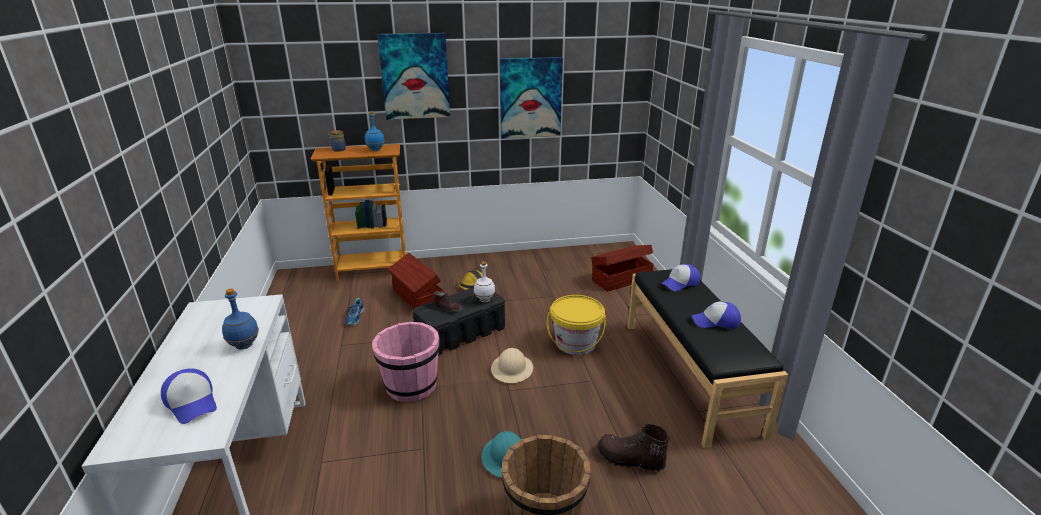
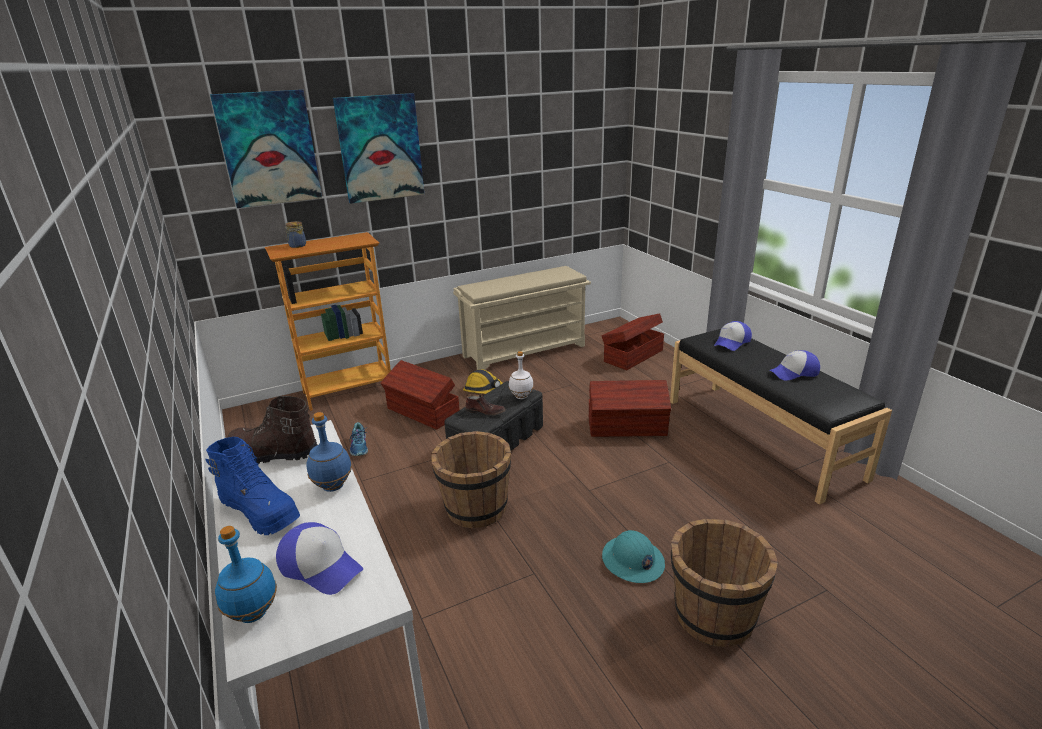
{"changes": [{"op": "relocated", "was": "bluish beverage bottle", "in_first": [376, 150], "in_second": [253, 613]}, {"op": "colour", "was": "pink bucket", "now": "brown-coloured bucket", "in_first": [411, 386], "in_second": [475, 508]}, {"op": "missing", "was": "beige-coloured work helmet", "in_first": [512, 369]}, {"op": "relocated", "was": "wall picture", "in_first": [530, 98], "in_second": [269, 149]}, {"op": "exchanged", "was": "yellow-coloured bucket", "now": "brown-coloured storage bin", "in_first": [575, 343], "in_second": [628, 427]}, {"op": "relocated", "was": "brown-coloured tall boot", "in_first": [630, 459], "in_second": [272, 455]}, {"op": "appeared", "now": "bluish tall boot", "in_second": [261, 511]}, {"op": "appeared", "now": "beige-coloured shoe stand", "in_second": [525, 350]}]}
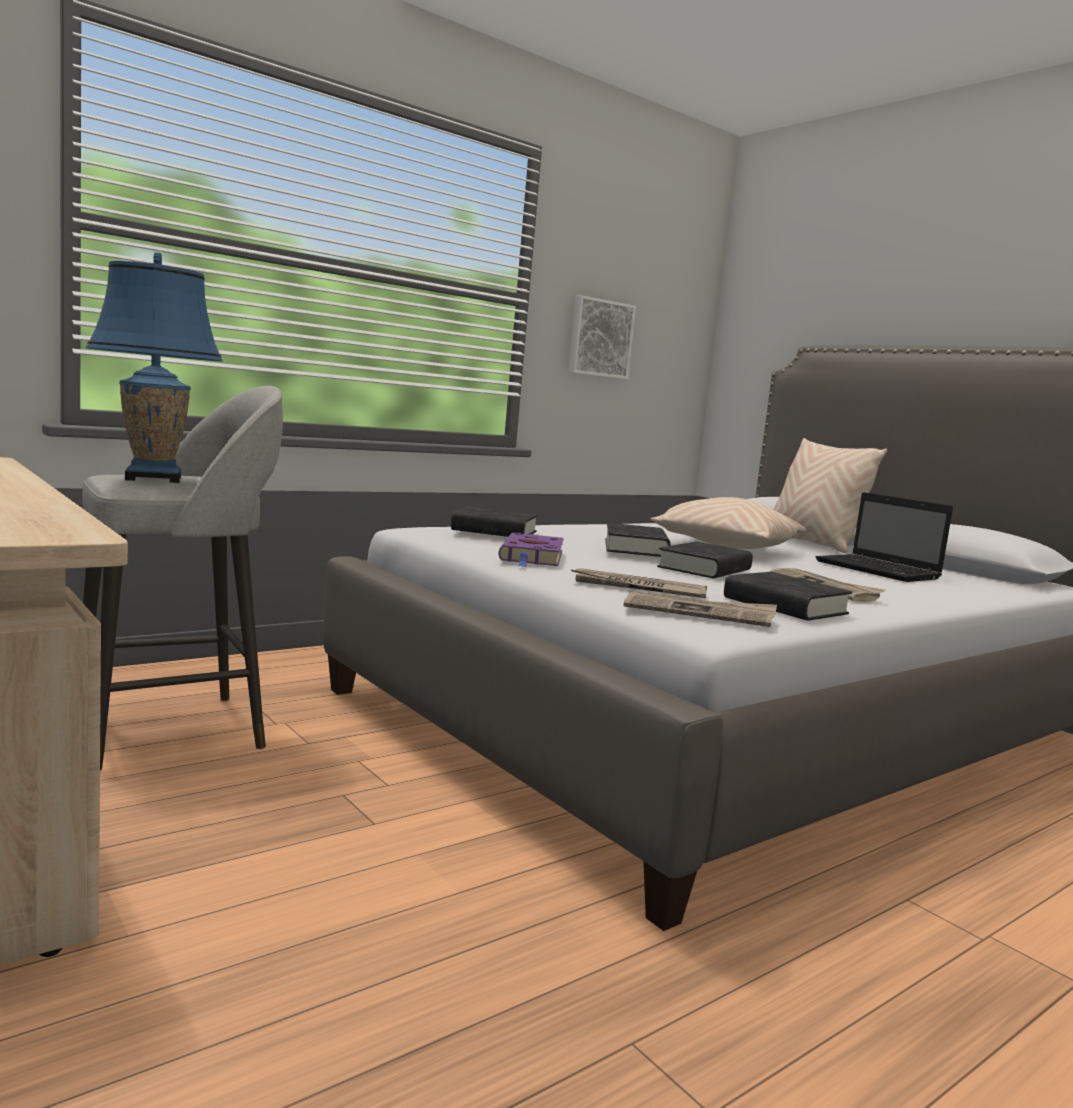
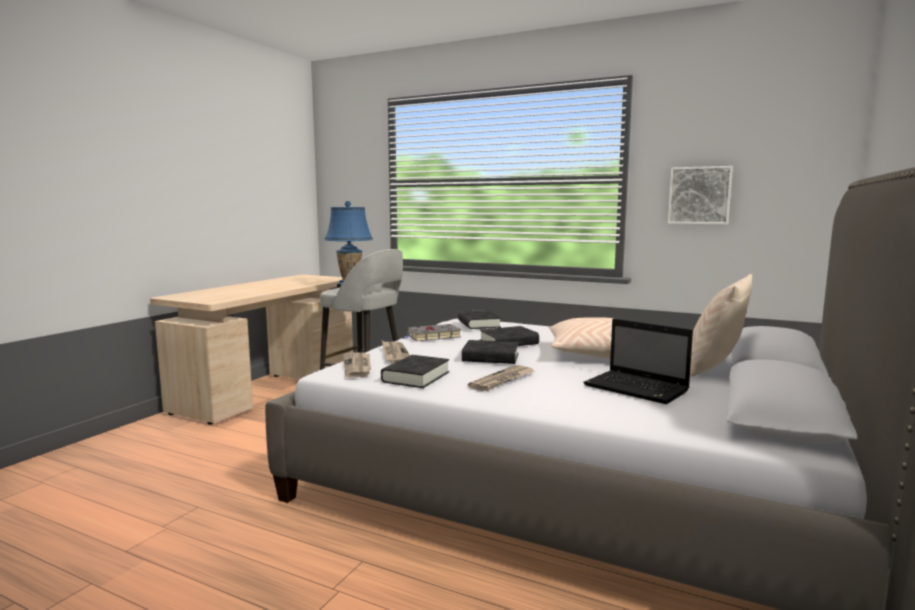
{"changes": [{"op": "colour", "was": "purple-coloured bound book", "now": "greyish bound book", "in_first": [532, 557], "in_second": [432, 336]}, {"op": "spun", "was": "laptop", "in_first": [879, 570], "in_second": [638, 389], "clockwise": -75}]}
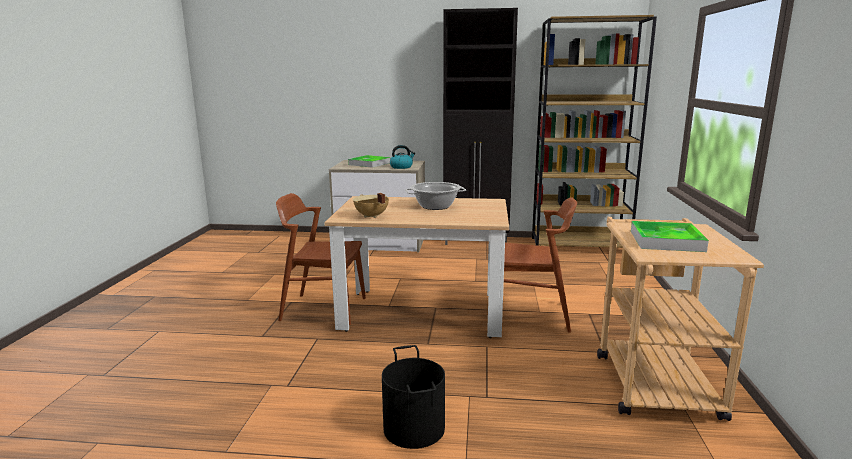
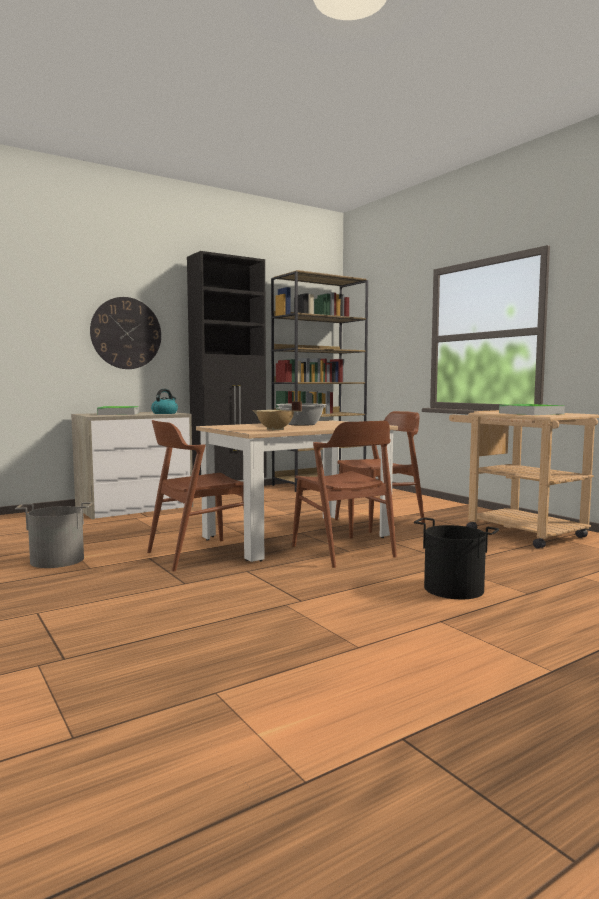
{"changes": [{"op": "appeared", "now": "greyish bucket", "in_second": [57, 560]}, {"op": "appeared", "now": "wall clock", "in_second": [126, 333]}, {"op": "appeared", "now": "brown-coloured plain chair", "in_second": [343, 551]}]}
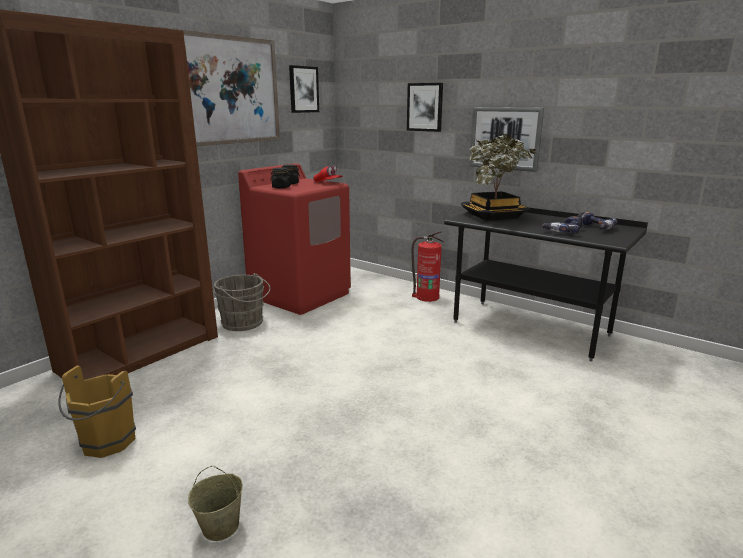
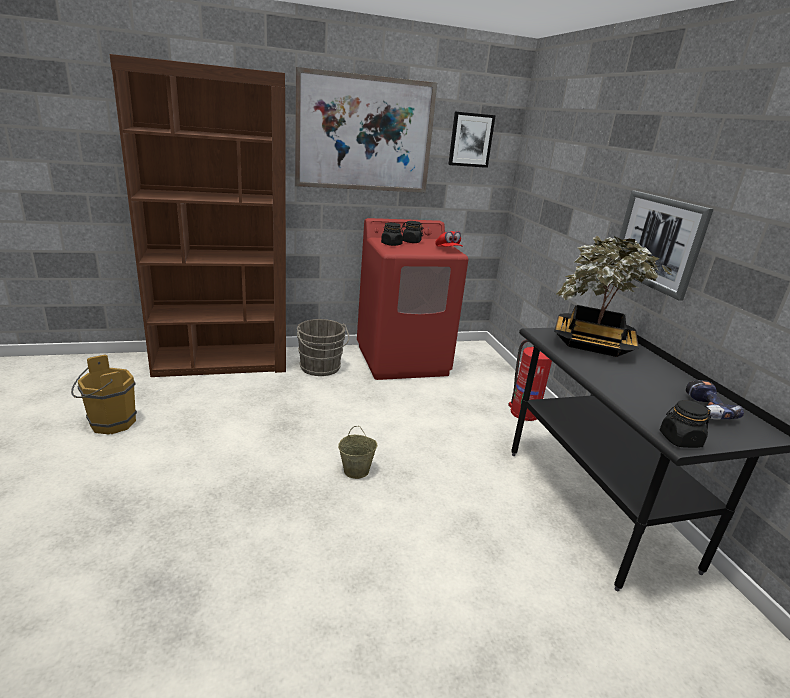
{"changes": [{"op": "relocated", "was": "beige-coloured bucket", "in_first": [221, 526], "in_second": [356, 470]}, {"op": "missing", "was": "wall picture", "in_first": [425, 107]}, {"op": "missing", "was": "power drill", "in_first": [563, 231]}, {"op": "appeared", "now": "black-coloured storage jar", "in_second": [679, 440]}]}
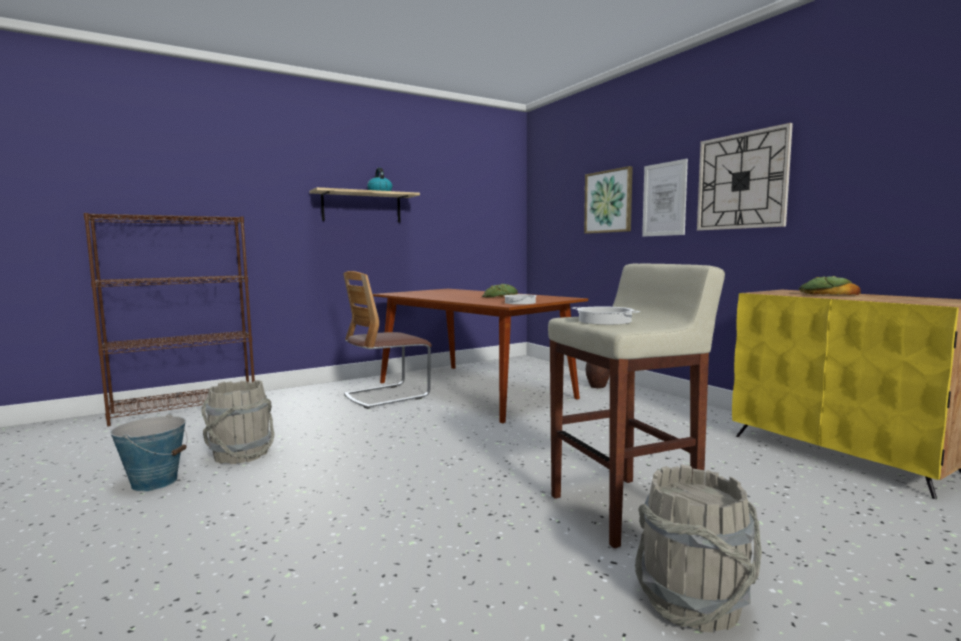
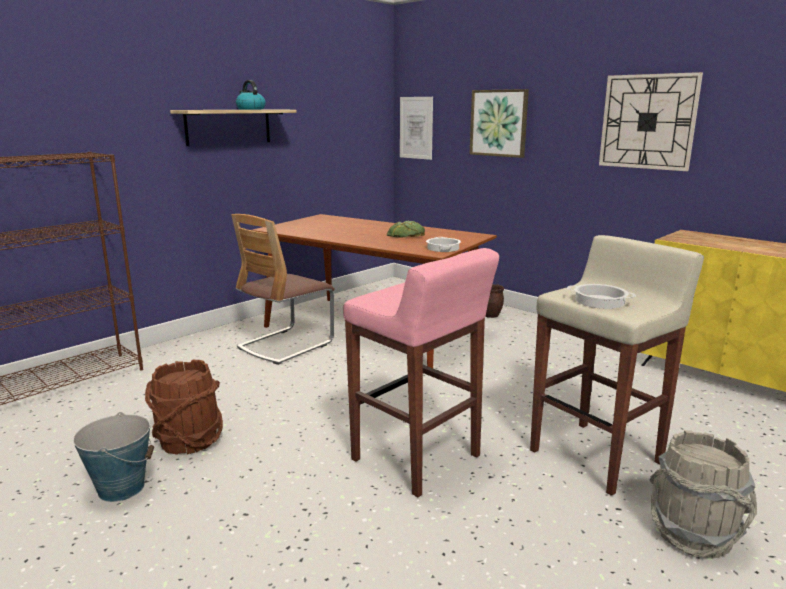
{"changes": [{"op": "colour", "was": "greyish bucket", "now": "brown-coloured bucket", "in_first": [241, 455], "in_second": [188, 440]}, {"op": "relocated", "was": "wall picture", "in_first": [664, 199], "in_second": [416, 128]}, {"op": "missing", "was": "bakery bread", "in_first": [827, 294]}, {"op": "appeared", "now": "pink stool seat", "in_second": [417, 459]}]}
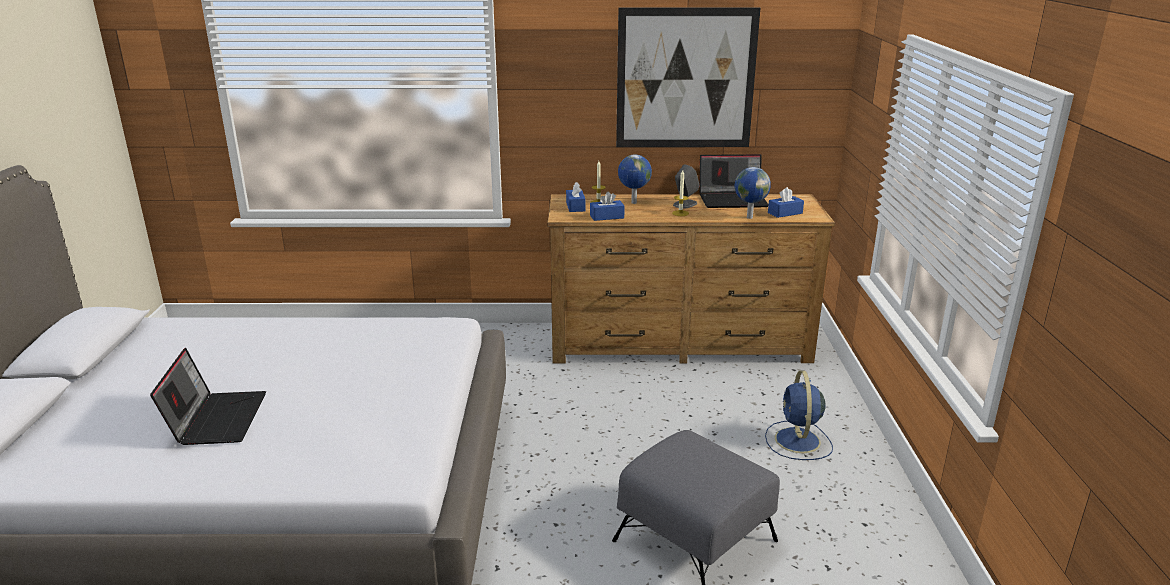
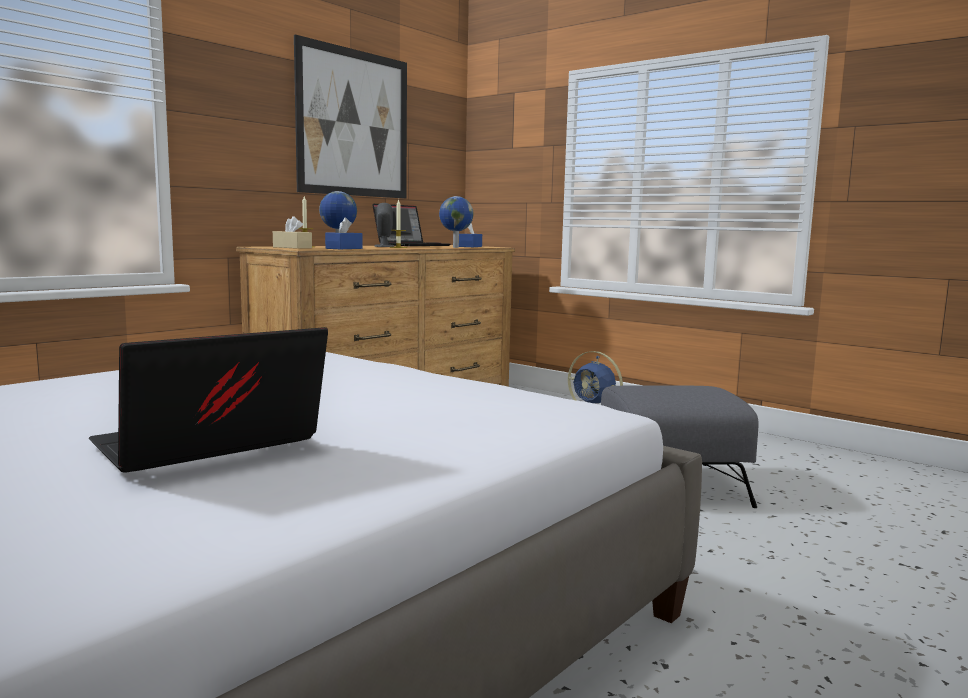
{"changes": [{"op": "spun", "was": "laptop", "in_first": [217, 418], "in_second": [207, 447], "clockwise": -75}, {"op": "colour", "was": "bluish tissue holder", "now": "beige-coloured tissue holder", "in_first": [575, 207], "in_second": [292, 247]}]}
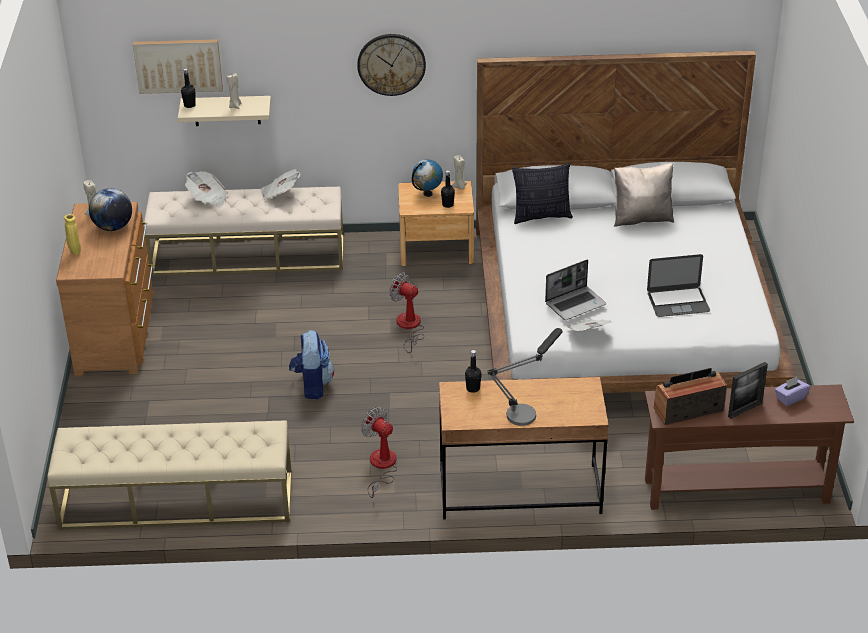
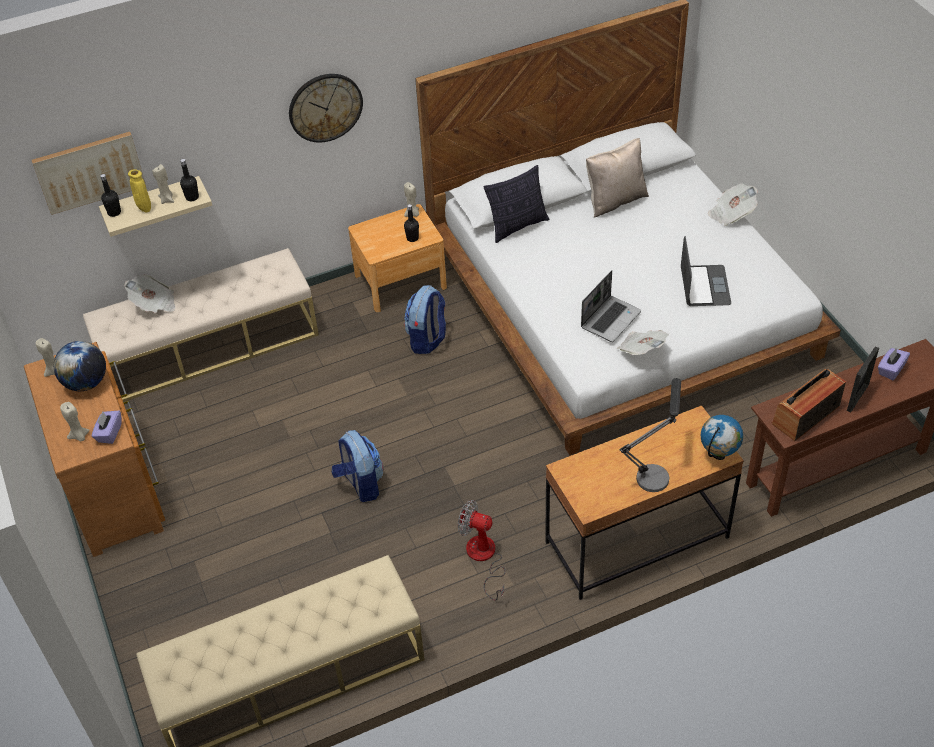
{"changes": [{"op": "relocated", "was": "yellow-coloured vase", "in_first": [75, 253], "in_second": [145, 210]}, {"op": "relocated", "was": "printed paper", "in_first": [280, 194], "in_second": [731, 214]}, {"op": "missing", "was": "fan", "in_first": [409, 327]}, {"op": "relocated", "was": "world globe", "in_first": [427, 194], "in_second": [718, 455]}, {"op": "relocated", "was": "black-coloured beverage bottle", "in_first": [473, 388], "in_second": [192, 197]}, {"op": "spun", "was": "laptop", "in_first": [678, 302], "in_second": [704, 286], "clockwise": -60}, {"op": "appeared", "now": "beige-coloured wax light", "in_second": [79, 436]}, {"op": "appeared", "now": "purple-coloured tissue holder", "in_second": [109, 433]}, {"op": "appeared", "now": "backpack", "in_second": [427, 339]}]}
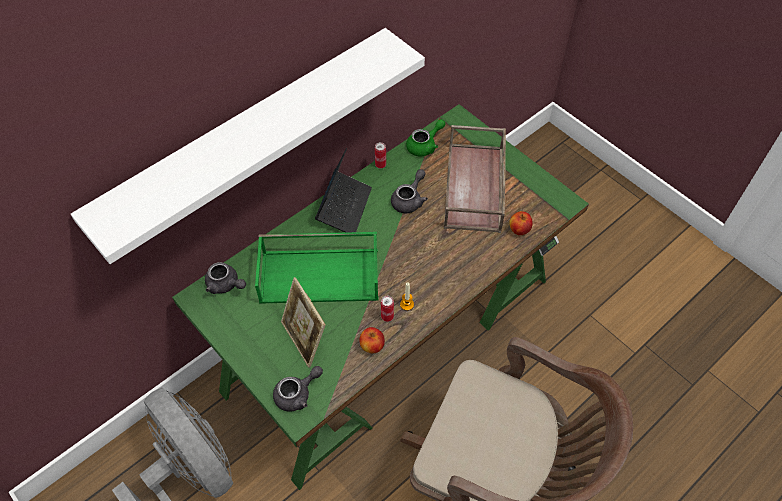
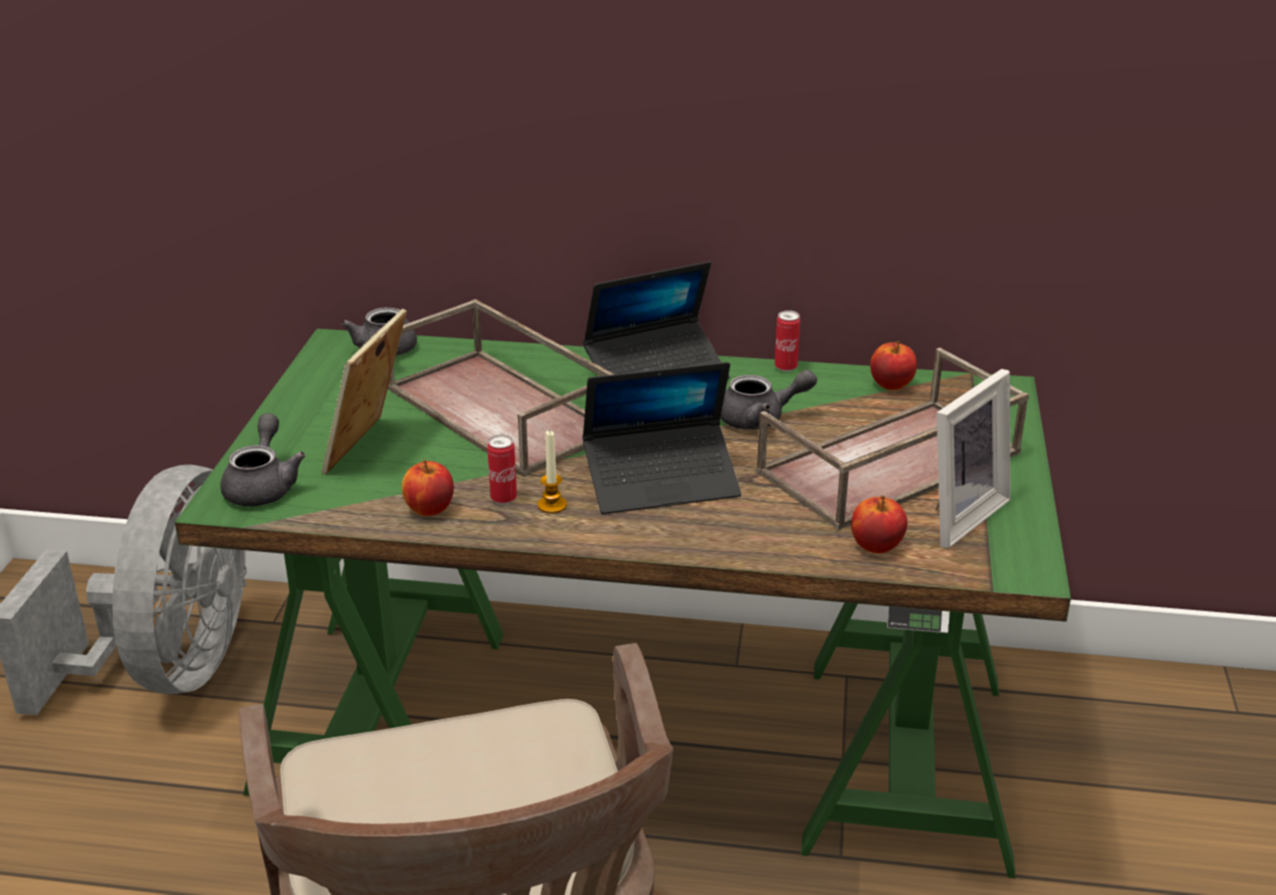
{"changes": [{"op": "missing", "was": "white-coloured shelf", "in_first": [247, 136]}, {"op": "colour", "was": "green-coloured carrying tray", "now": "brown-coloured carrying tray", "in_first": [321, 275], "in_second": [504, 411]}, {"op": "spun", "was": "greyish teapot", "in_first": [297, 394], "in_second": [263, 486], "clockwise": -105}, {"op": "exchanged", "was": "green-coloured teapot", "now": "apple", "in_first": [425, 145], "in_second": [891, 385]}, {"op": "appeared", "now": "laptop", "in_second": [661, 481]}, {"op": "appeared", "now": "picture frame", "in_second": [956, 515]}]}
